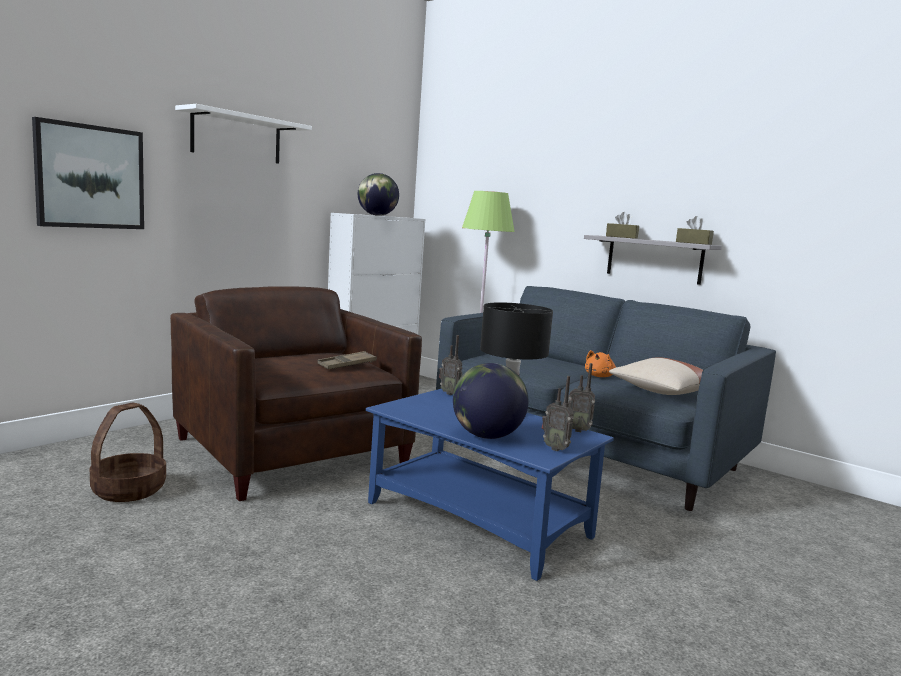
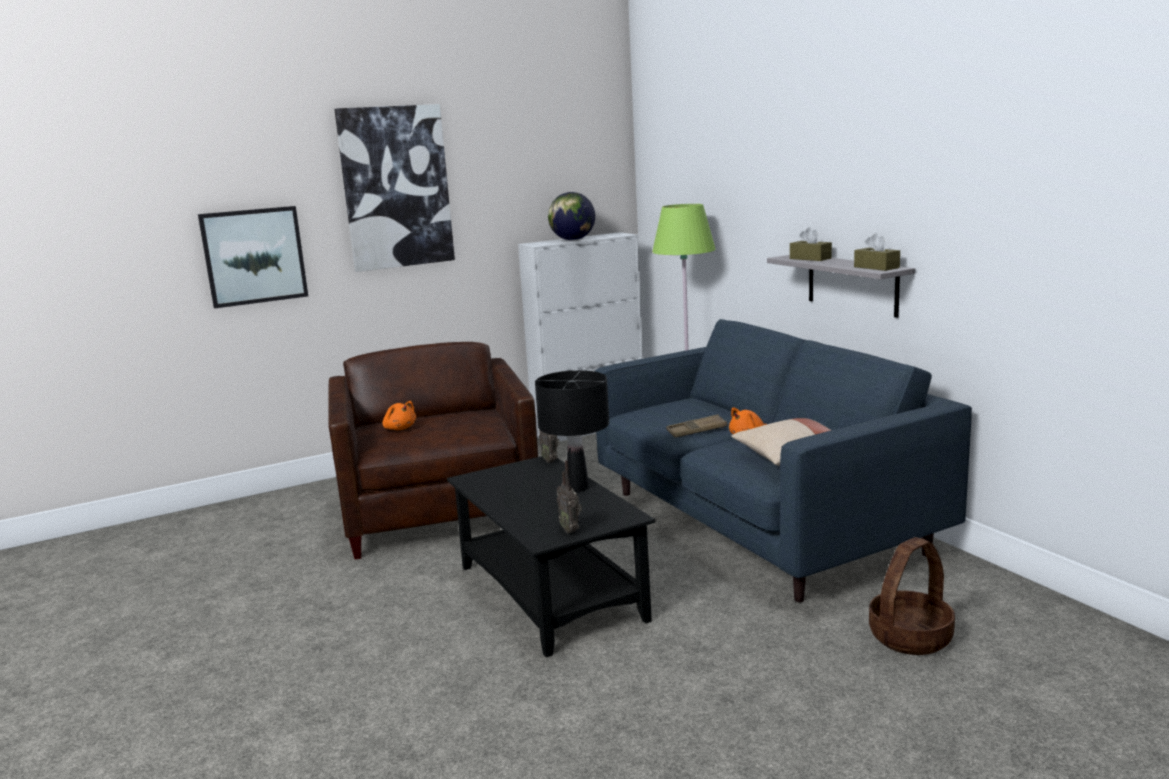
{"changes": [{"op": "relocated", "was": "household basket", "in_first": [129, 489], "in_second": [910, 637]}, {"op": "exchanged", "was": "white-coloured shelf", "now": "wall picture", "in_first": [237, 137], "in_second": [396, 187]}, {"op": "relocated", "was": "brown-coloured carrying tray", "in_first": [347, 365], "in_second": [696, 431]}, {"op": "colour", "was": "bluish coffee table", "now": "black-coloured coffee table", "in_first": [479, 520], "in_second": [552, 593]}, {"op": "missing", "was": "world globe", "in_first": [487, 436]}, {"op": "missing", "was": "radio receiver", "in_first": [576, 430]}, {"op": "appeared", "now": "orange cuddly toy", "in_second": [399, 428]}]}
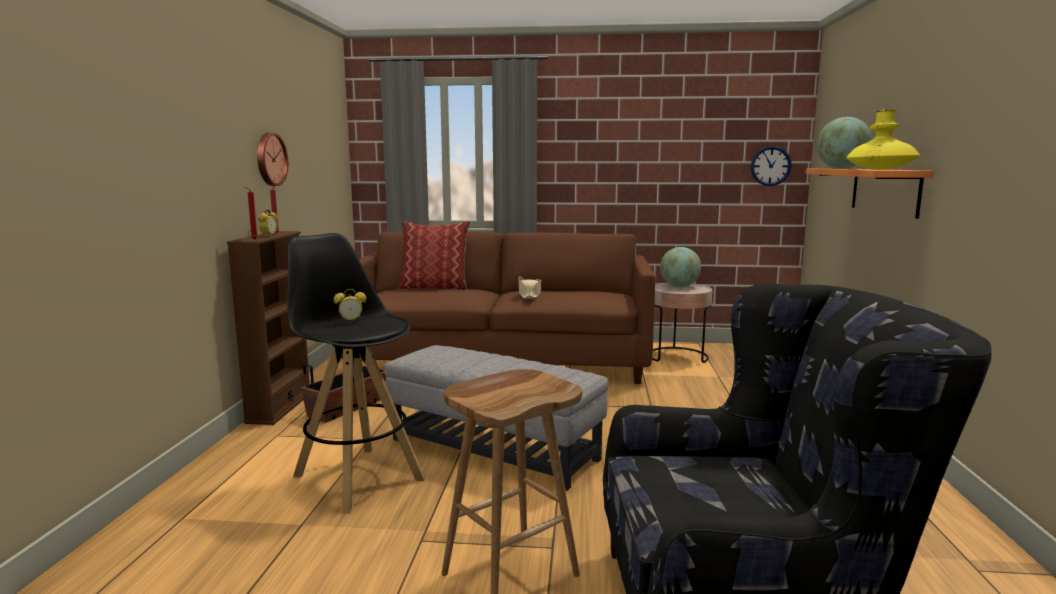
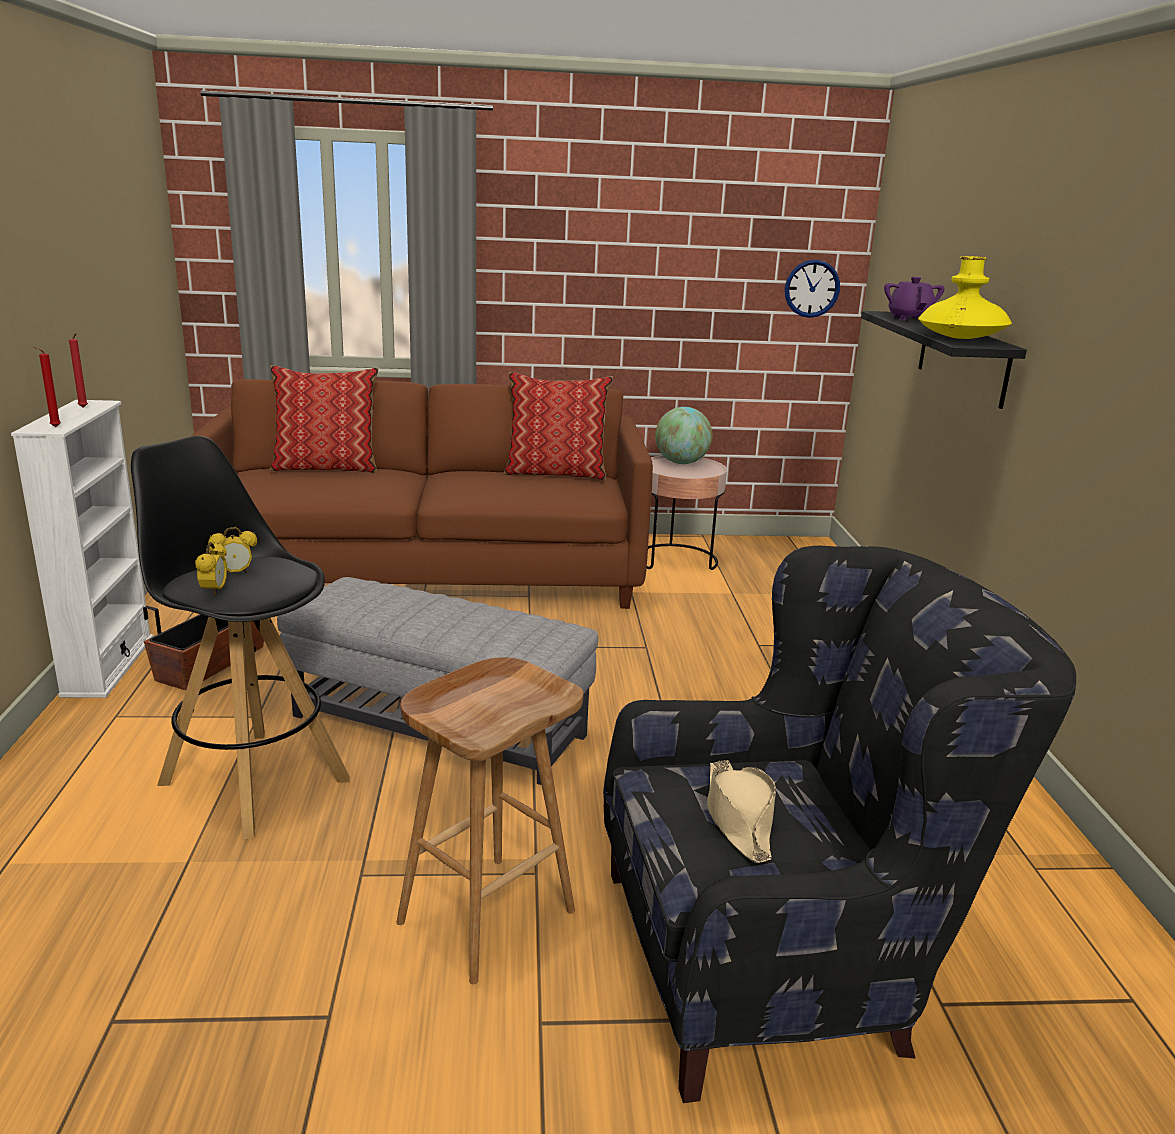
{"changes": [{"op": "colour", "was": "brown-coloured bookcase", "now": "white-coloured bookcase", "in_first": [279, 407], "in_second": [108, 666]}, {"op": "missing", "was": "wall clock", "in_first": [270, 159]}, {"op": "relocated", "was": "table clock", "in_first": [269, 236], "in_second": [214, 591]}, {"op": "relocated", "was": "beige-coloured clothing hat", "in_first": [529, 294], "in_second": [738, 818]}, {"op": "colour", "was": "orange shelf", "now": "black-coloured shelf", "in_first": [884, 191], "in_second": [962, 358]}, {"op": "exchanged", "was": "world globe", "now": "purple-coloured teapot", "in_first": [841, 168], "in_second": [909, 319]}, {"op": "appeared", "now": "throw pillow", "in_second": [556, 473]}]}
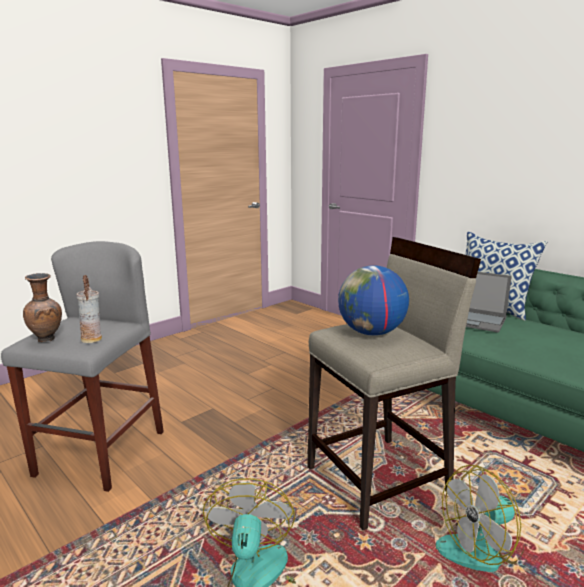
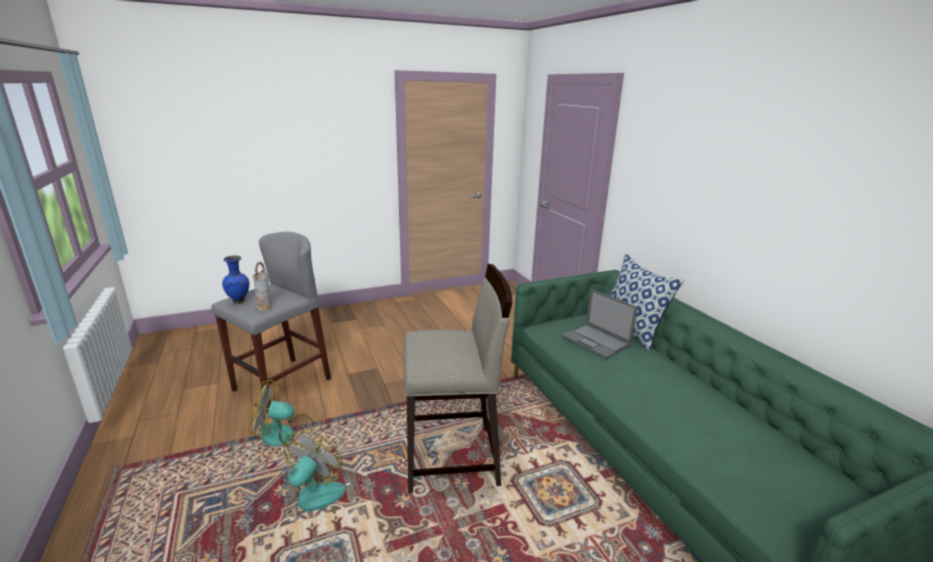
{"changes": [{"op": "colour", "was": "brown-coloured vase", "now": "bluish vase", "in_first": [47, 339], "in_second": [239, 301]}, {"op": "missing", "was": "world globe", "in_first": [371, 333]}, {"op": "relocated", "was": "fan", "in_first": [481, 549], "in_second": [285, 435]}]}
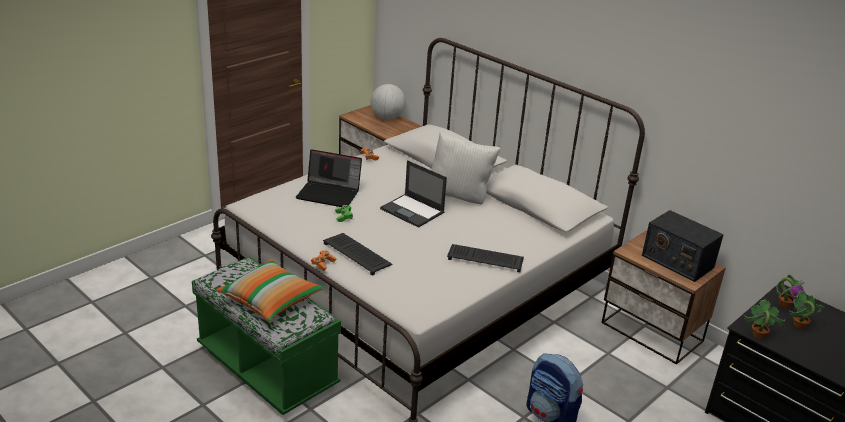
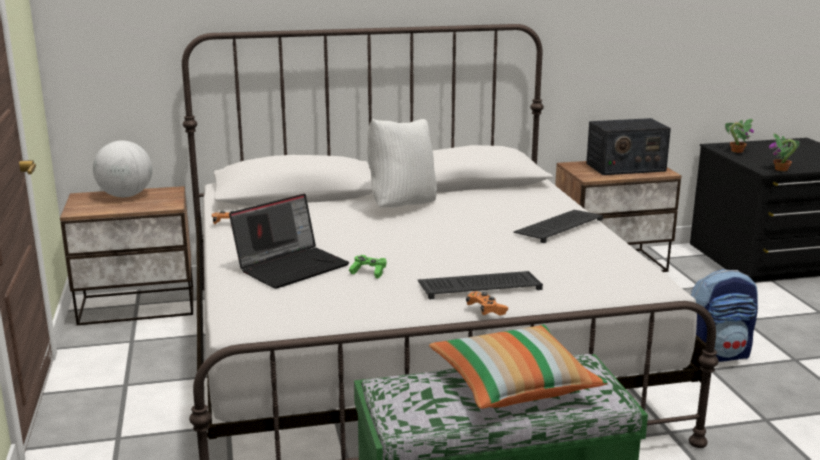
{"changes": [{"op": "missing", "was": "laptop", "in_first": [413, 211]}, {"op": "missing", "was": "plant in a pot", "in_first": [799, 325]}]}
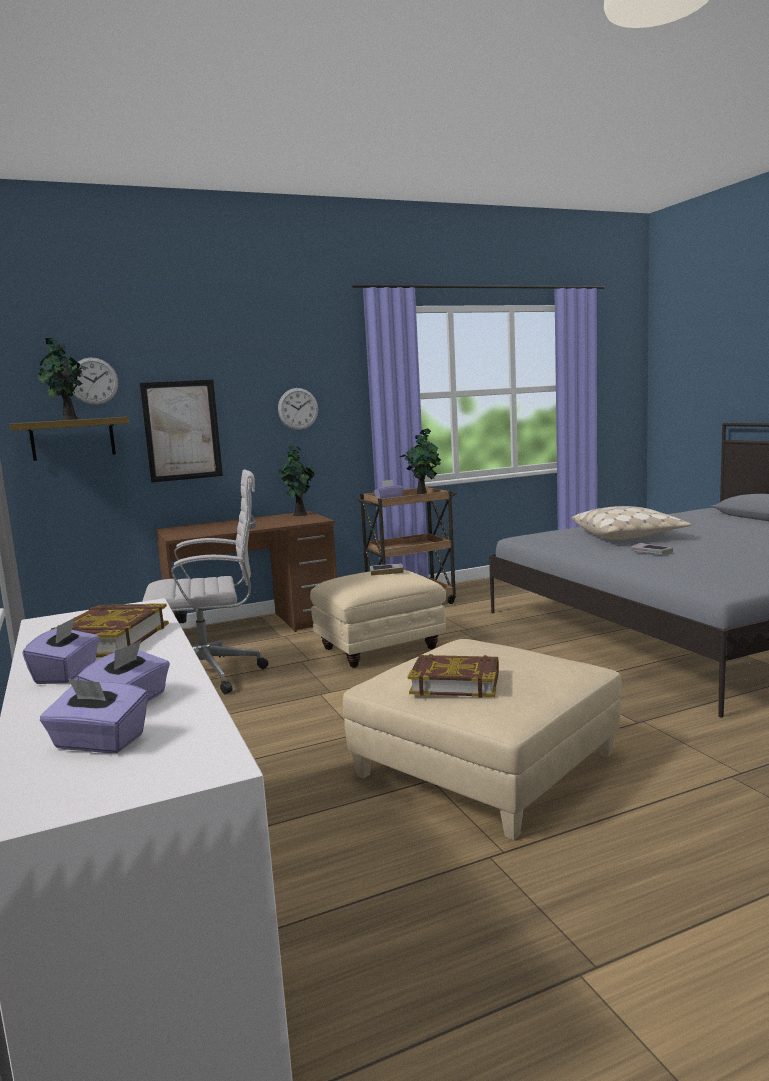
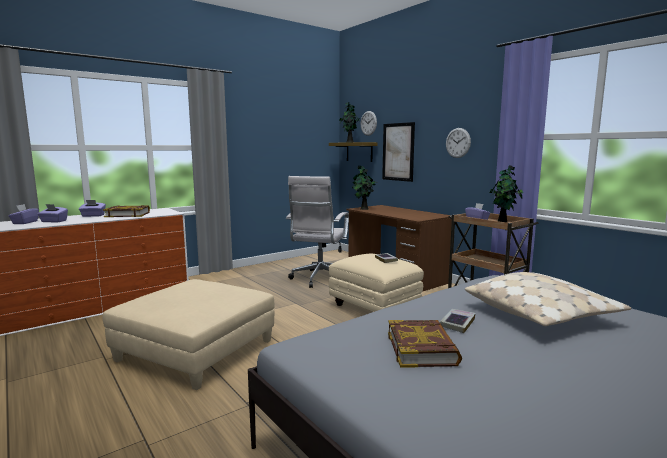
{"changes": [{"op": "spun", "was": "white-coloured desk chair", "in_first": [213, 675], "in_second": [319, 279], "clockwise": 45}, {"op": "relocated", "was": "plant in a pot", "in_first": [300, 515], "in_second": [363, 209]}, {"op": "relocated", "was": "bound book", "in_first": [455, 682], "in_second": [422, 349]}]}
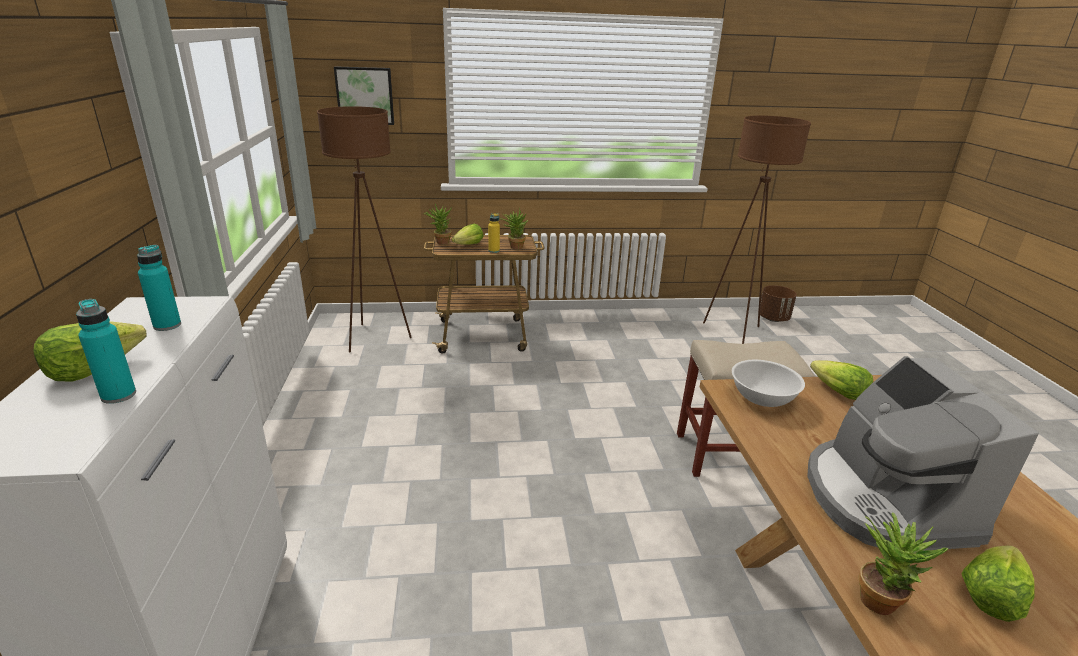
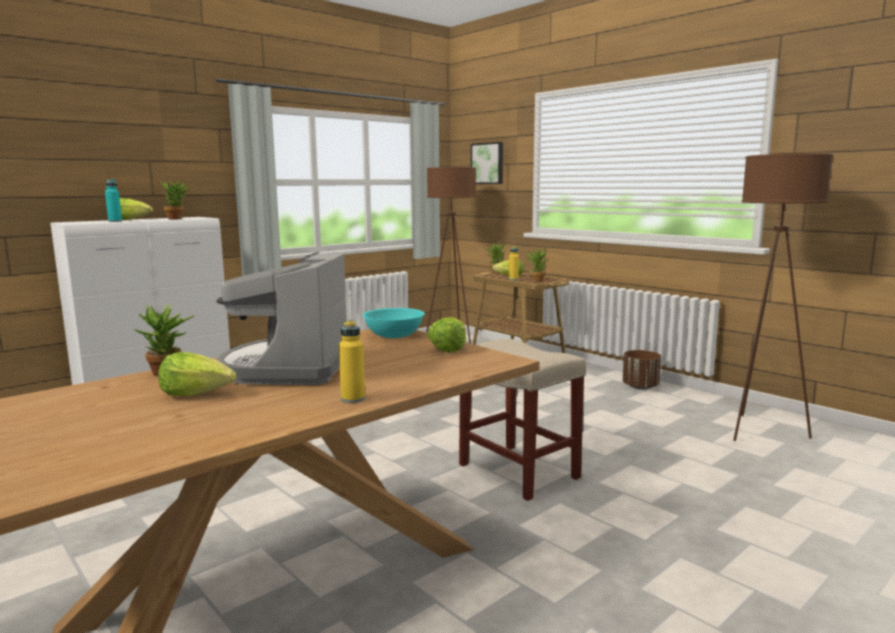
{"changes": [{"op": "exchanged", "was": "turquoise-coloured beverage bottle", "now": "plant in a pot", "in_first": [167, 325], "in_second": [178, 218]}, {"op": "colour", "was": "white-coloured bowl", "now": "turquoise-coloured bowl", "in_first": [762, 398], "in_second": [393, 336]}, {"op": "relocated", "was": "brown-coloured planter", "in_first": [773, 318], "in_second": [640, 387]}, {"op": "spun", "was": "coffee brewer", "in_first": [883, 500], "in_second": [289, 368], "clockwise": -45}, {"op": "appeared", "now": "yellow-coloured beverage bottle", "in_second": [353, 399]}]}
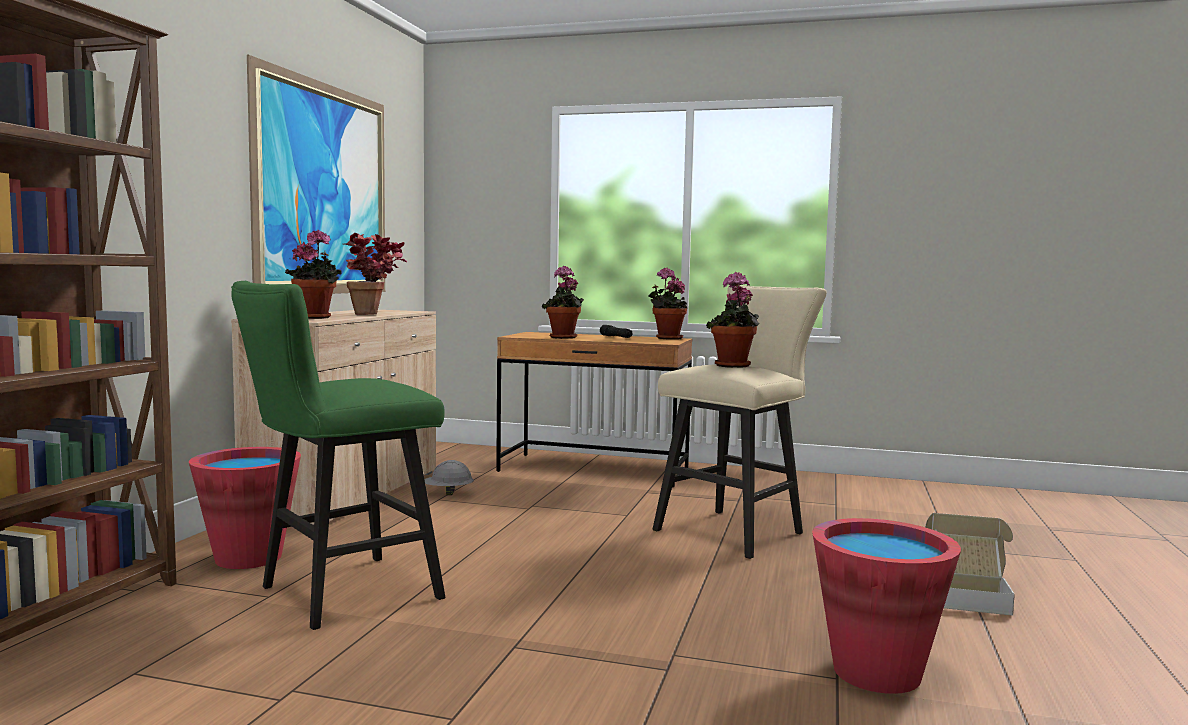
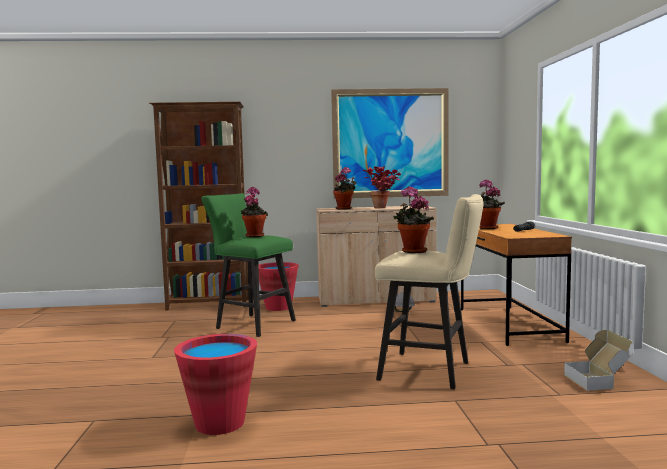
{"changes": [{"op": "relocated", "was": "plant in a pot", "in_first": [666, 338], "in_second": [254, 236]}, {"op": "relocated", "was": "cardboard box", "in_first": [967, 596], "in_second": [598, 381]}]}
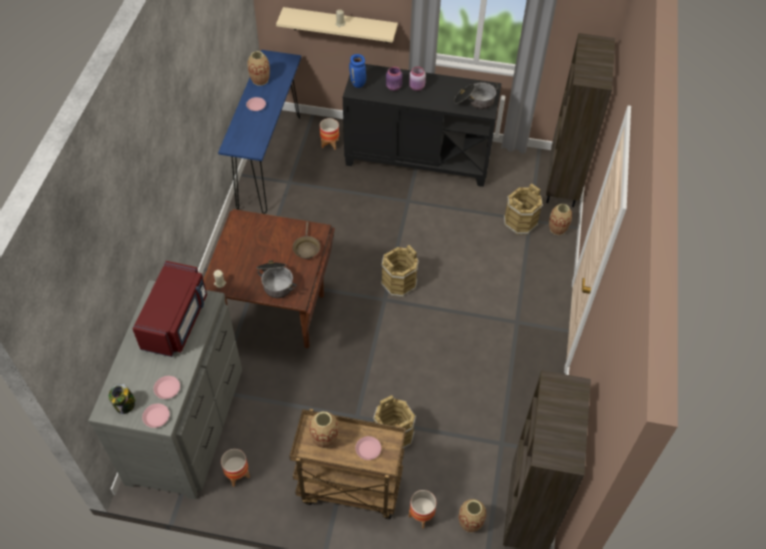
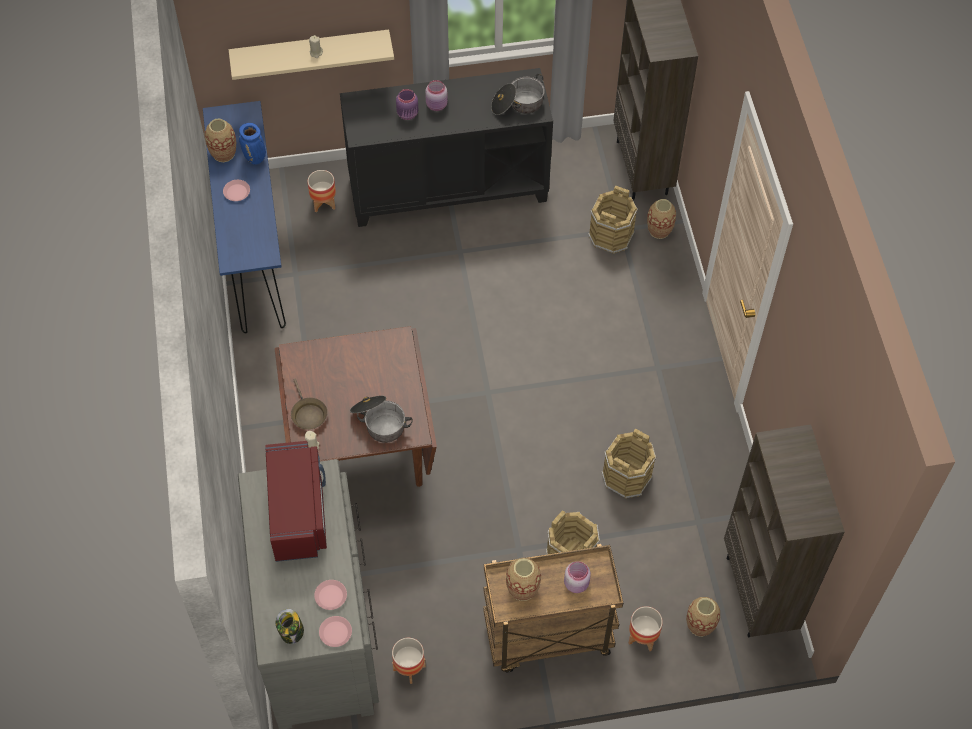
{"changes": [{"op": "relocated", "was": "brown-coloured pan", "in_first": [306, 248], "in_second": [308, 414]}, {"op": "relocated", "was": "bluish vase", "in_first": [358, 84], "in_second": [255, 158]}, {"op": "exchanged", "was": "pink flat dish", "now": "pink storage jar", "in_first": [368, 449], "in_second": [577, 583]}, {"op": "relocated", "was": "brown-coloured bucket", "in_first": [399, 283], "in_second": [627, 477]}]}
